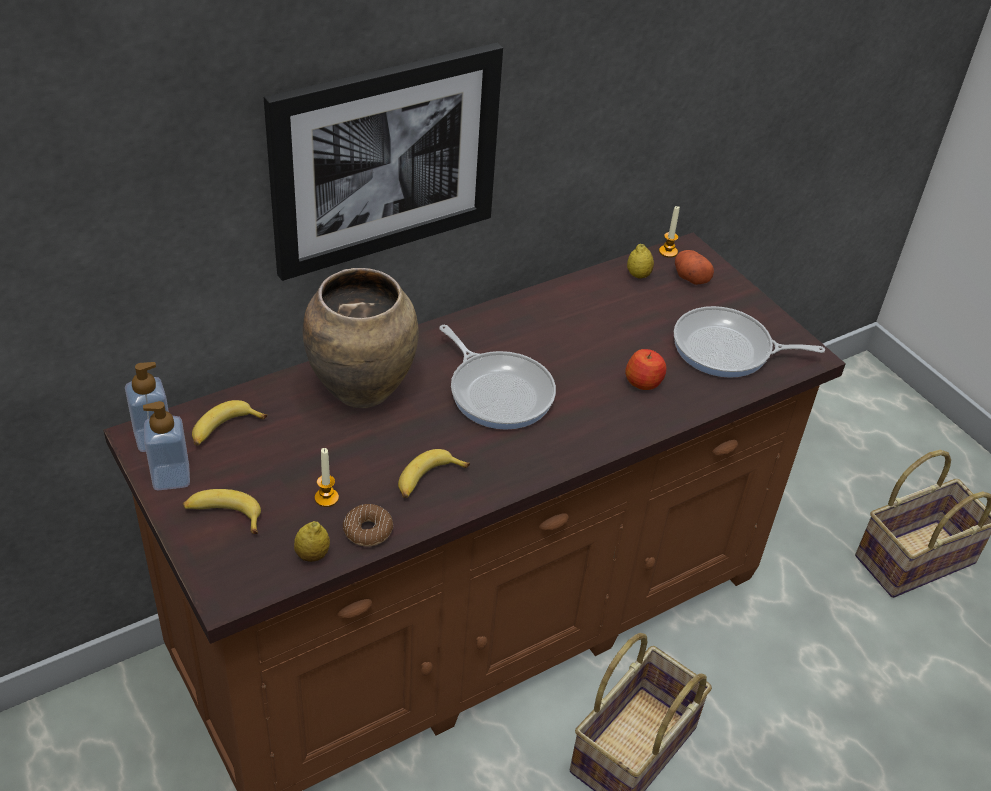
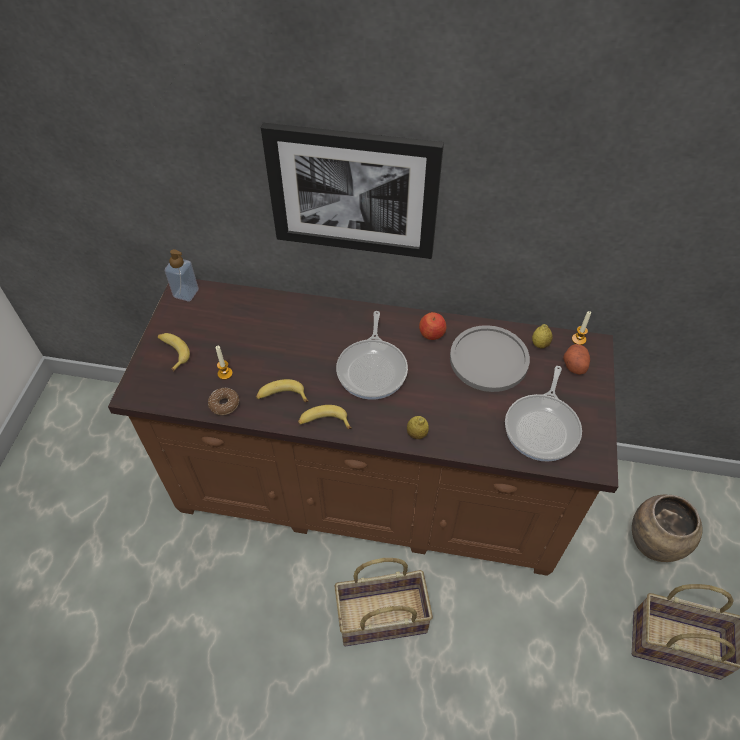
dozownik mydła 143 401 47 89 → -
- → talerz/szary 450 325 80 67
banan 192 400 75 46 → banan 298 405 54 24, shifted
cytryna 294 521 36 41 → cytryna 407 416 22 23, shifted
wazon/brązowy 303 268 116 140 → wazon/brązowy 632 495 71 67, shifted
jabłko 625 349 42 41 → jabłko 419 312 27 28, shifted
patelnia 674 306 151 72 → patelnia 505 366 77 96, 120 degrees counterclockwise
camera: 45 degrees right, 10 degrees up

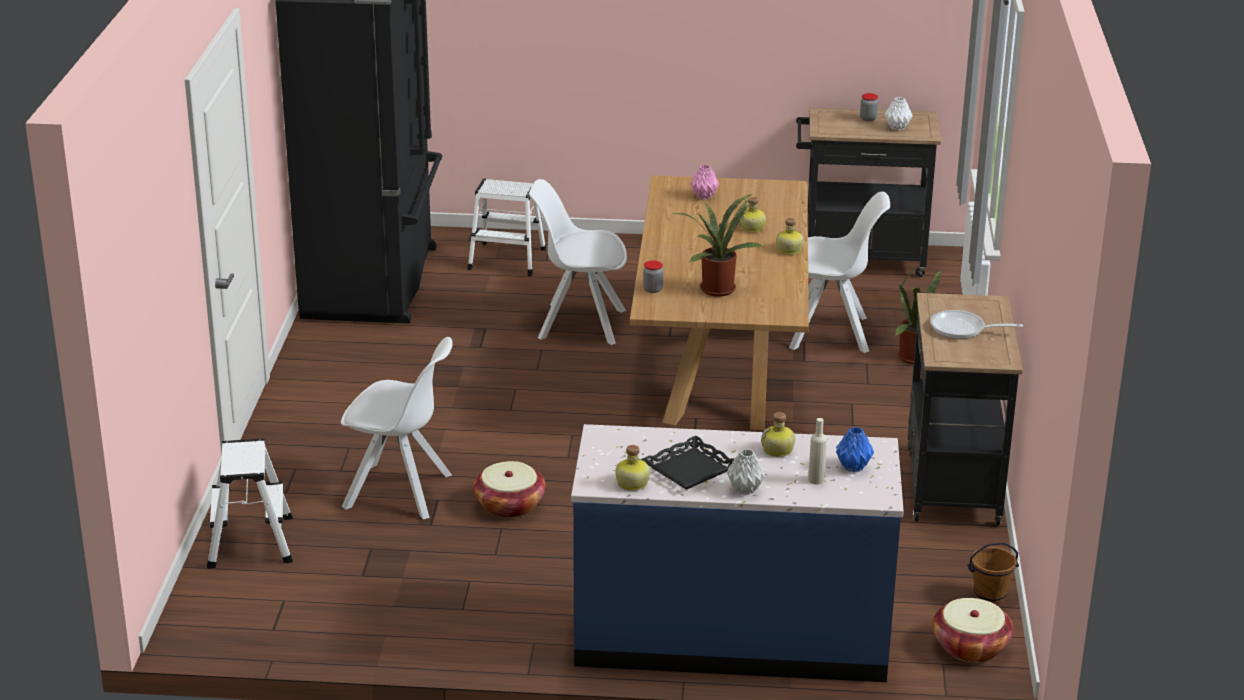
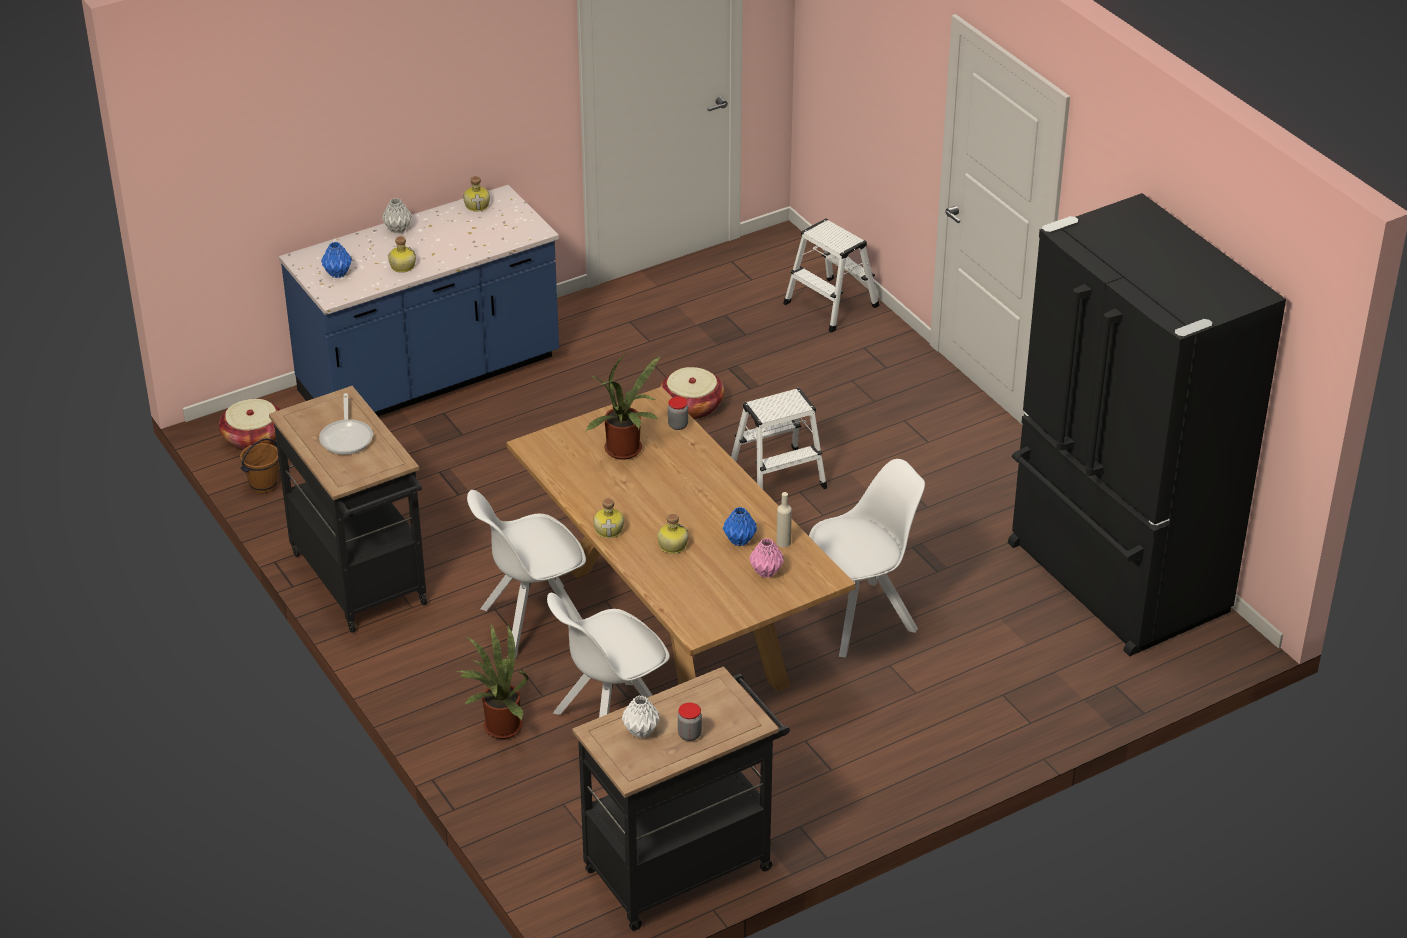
taca/czarny 642 436 92 54 → -
- → wazon/niebieski 723 507 34 39
krzesło/biały 341 337 112 182 → krzesło/biały 467 490 119 169, shifted
drabinka/biały 467 178 79 98 → drabinka/biały 731 388 96 101, shifted
butelka/beżowy 808 418 19 66 → butelka/beżowy 776 492 16 56, shifted
patelnia 930 310 93 29 → patelnia 319 393 54 62, 105 degrees clockwise
camera: 145 degrees right, 10 degrees up

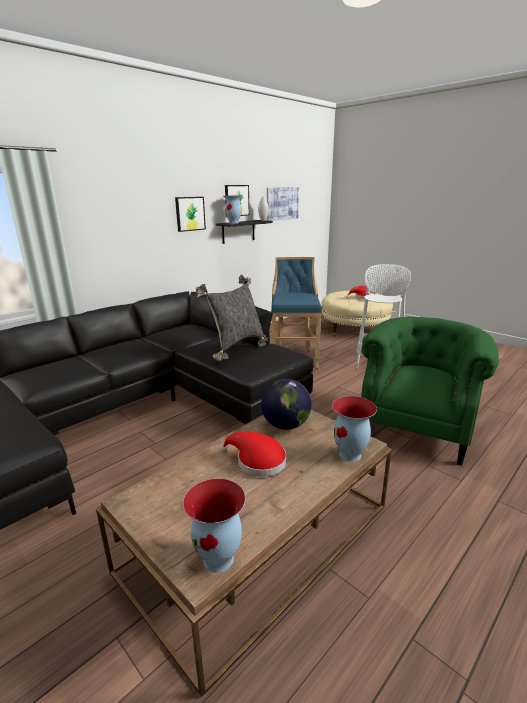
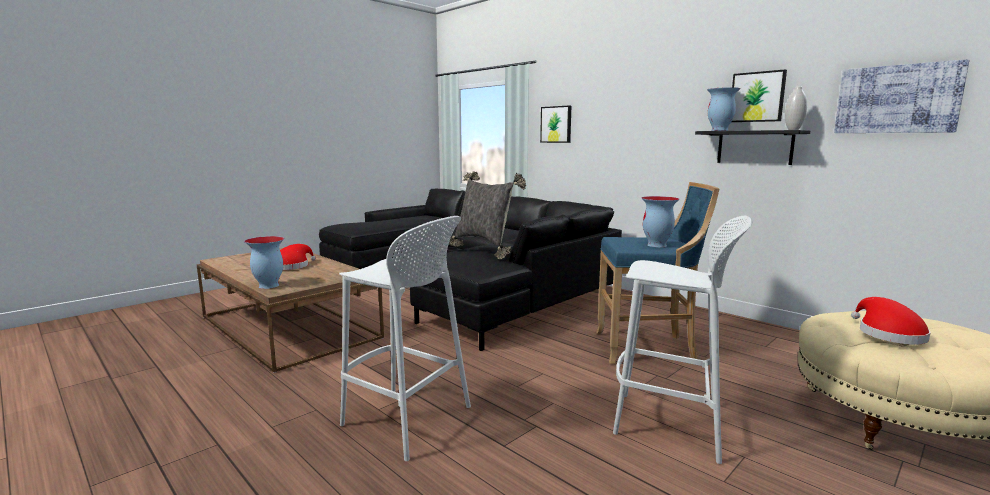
globus 261 379 51 51 → -
obraz 175 197 31 35 → obraz 540 106 31 37, shifted
wazon 183 479 62 94 → wazon 642 196 38 51, shifted
fotel/zielony 361 317 138 149 → stołek/biały 339 216 132 245
camera: 90 degrees right, 10 degrees down

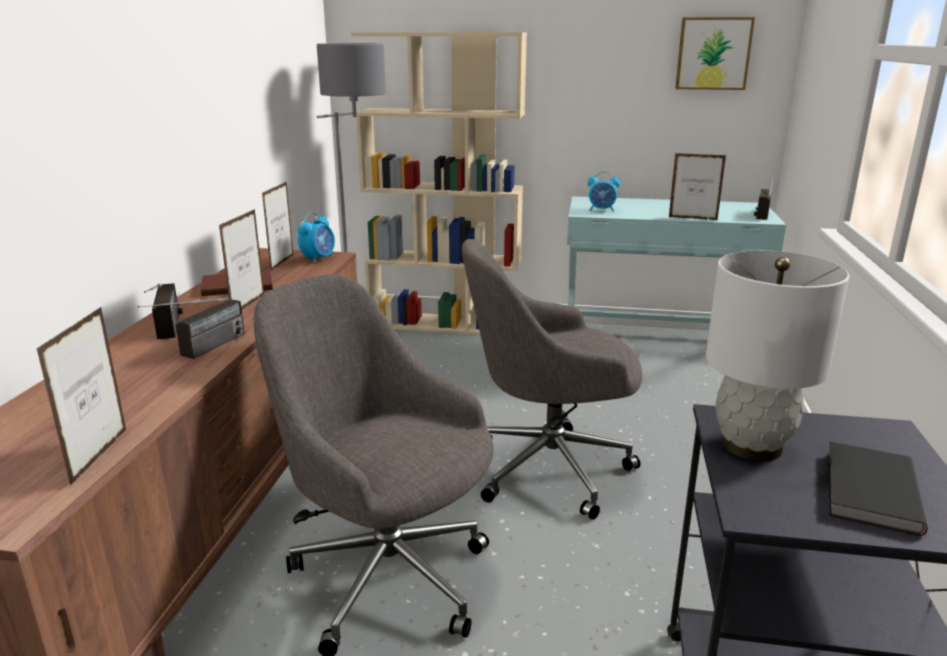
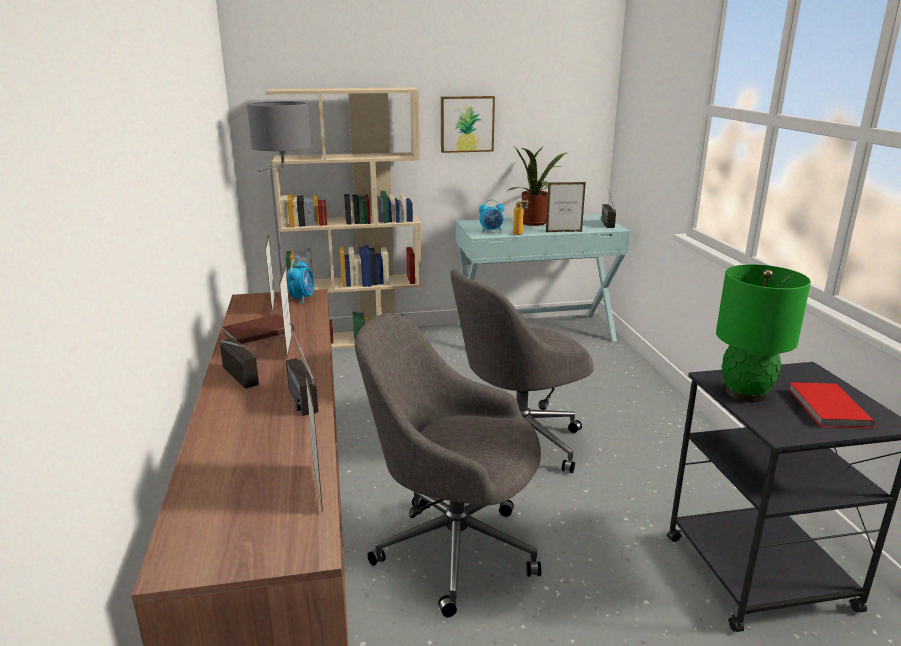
- → roślina doniczkowa 507 147 59 79
- → butelka 513 196 16 39
obraz 675 17 80 73 → obraz 441 96 54 57, shifted
lampa stołowa/biały 706 251 143 210 → lampa stołowa/zielony 716 265 95 137
książka/czarny 827 442 101 94 → książka/czerwony 789 382 86 46
radio 137 298 108 61 → radio 286 323 32 93, 150 degrees clockwise
camera: 20 degrees left, 0 degrees up

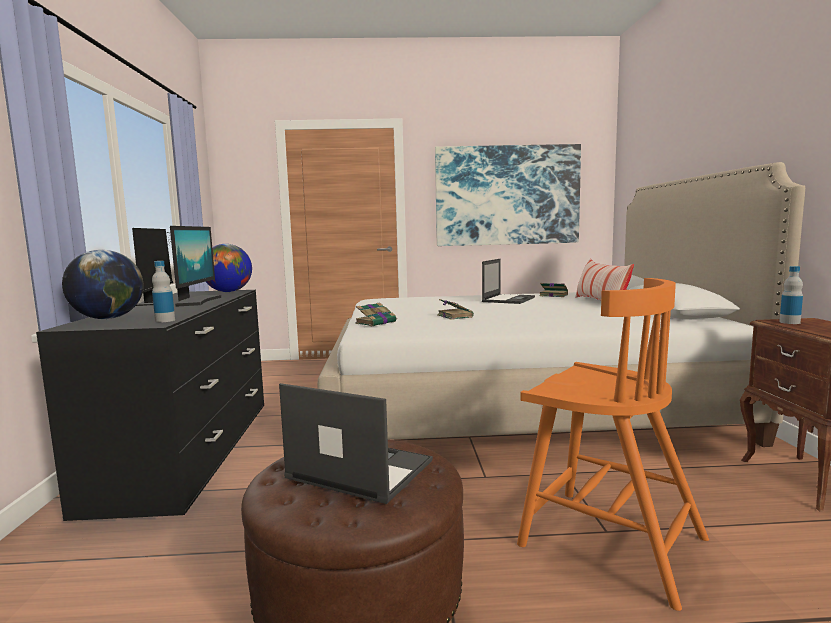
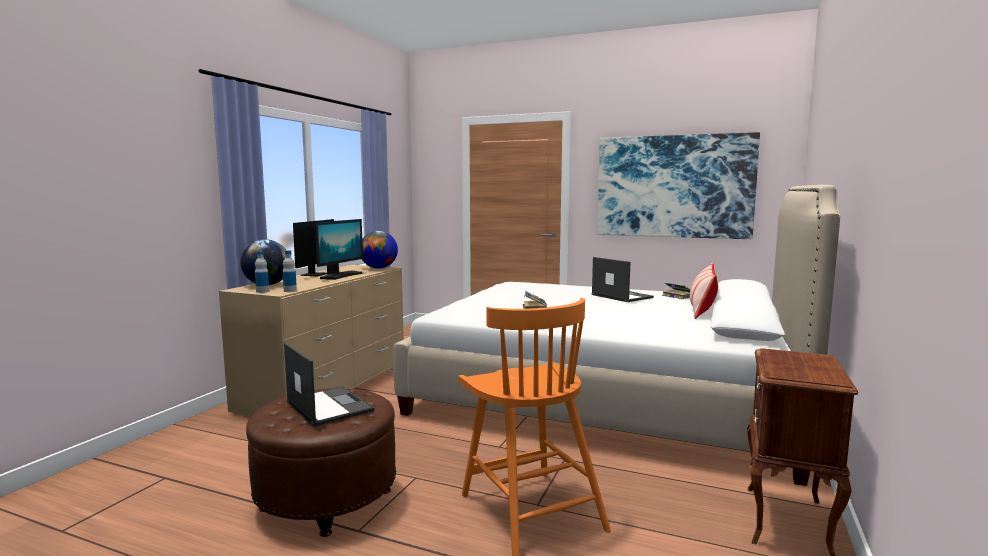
książka 355 303 41 23 → -
butelka 779 266 24 58 → butelka 255 251 14 42, shifted
komoda/czarny 36 290 228 231 → komoda/beżowy 219 265 185 151
laptop 482 259 53 45 → laptop 592 257 62 45, 90 degrees counterclockwise
camera: 25 degrees right, 0 degrees up

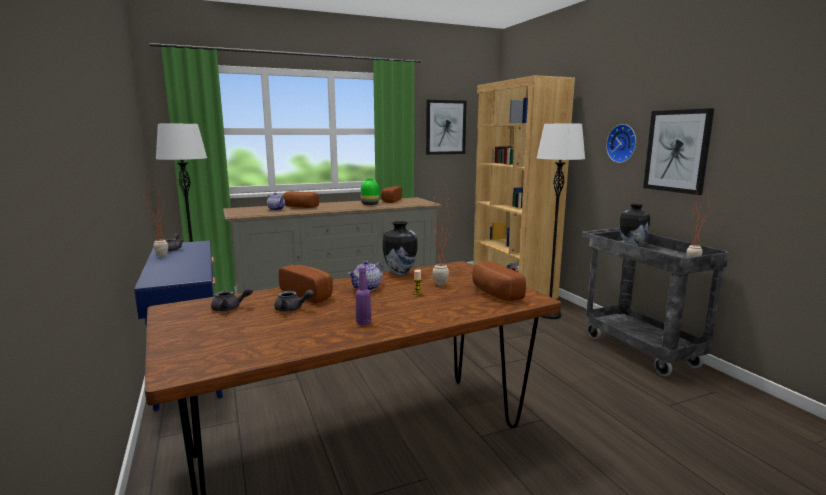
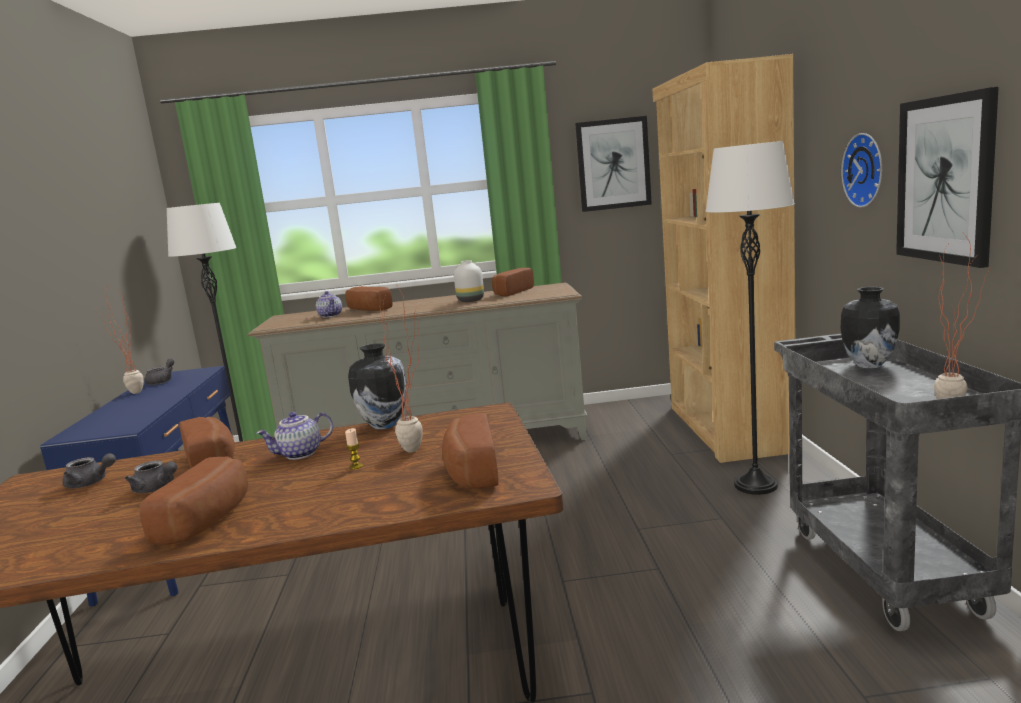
butelka/fioletowy 355 267 16 58 → chleb 139 457 109 88
wazon/zielony 361 179 18 26 → wazon/biały 454 260 30 42
camera: 20 degrees right, 0 degrees up

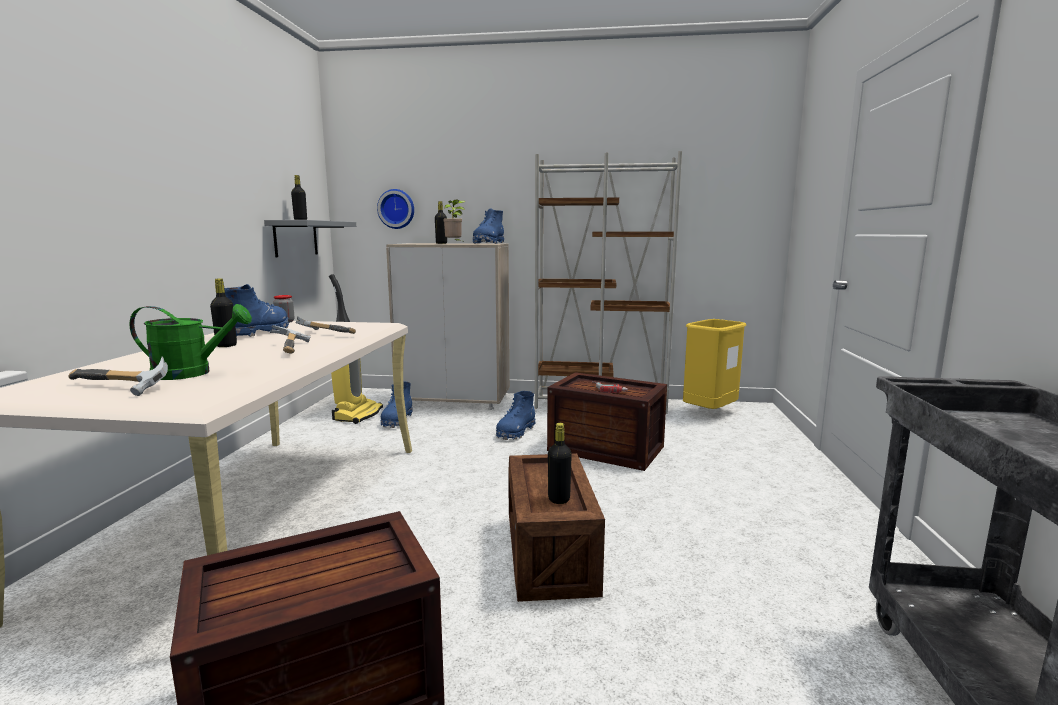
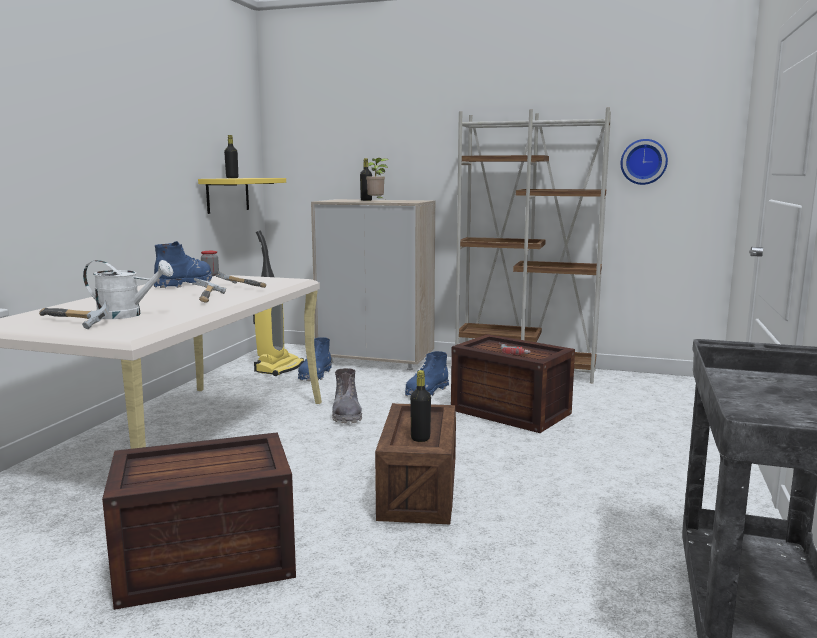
butelka/czarny 210 278 27 69 → -
but z cholewką/niebieski 473 208 31 36 → -
kosz na śmieci/żółty 683 319 63 90 → -
- → but z cholewką/szary 332 368 30 55
zegar ścienny 377 189 37 40 → zegar ścienny 621 139 47 46, shifted
konewka/zielony 130 304 122 76 → konewka/biały 83 260 90 59
półka/szary 264 220 92 37 → półka/żółty 198 178 88 36
camera: 10 degrees right, 0 degrees up

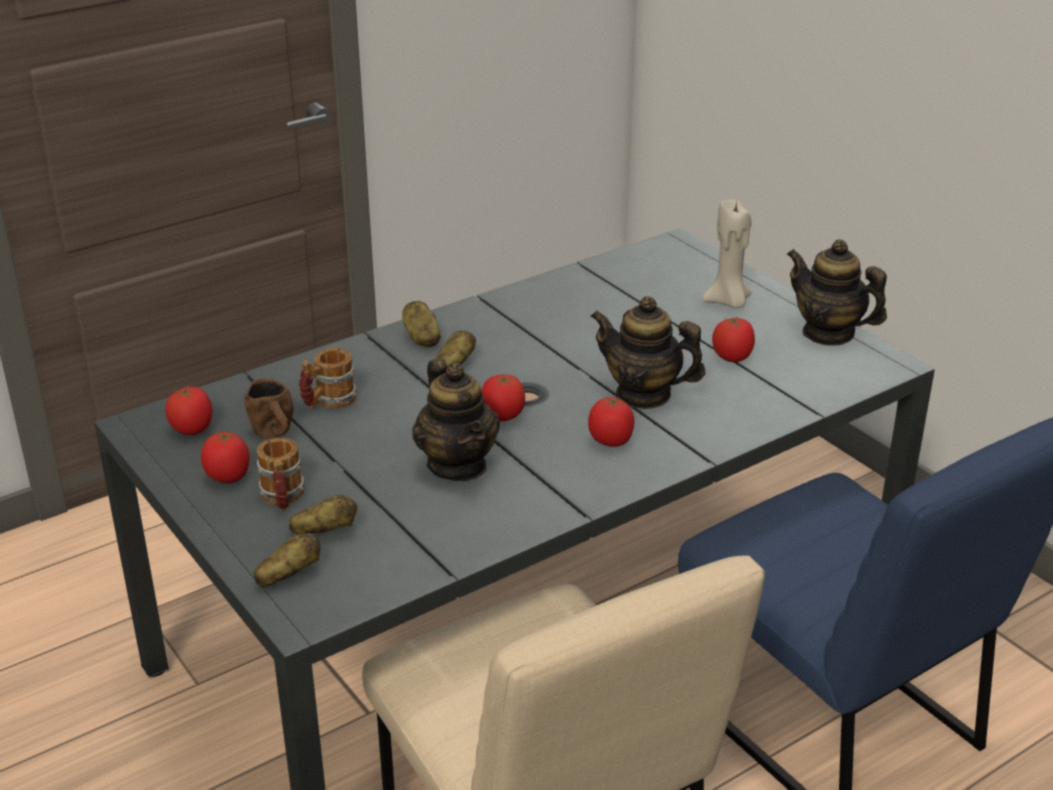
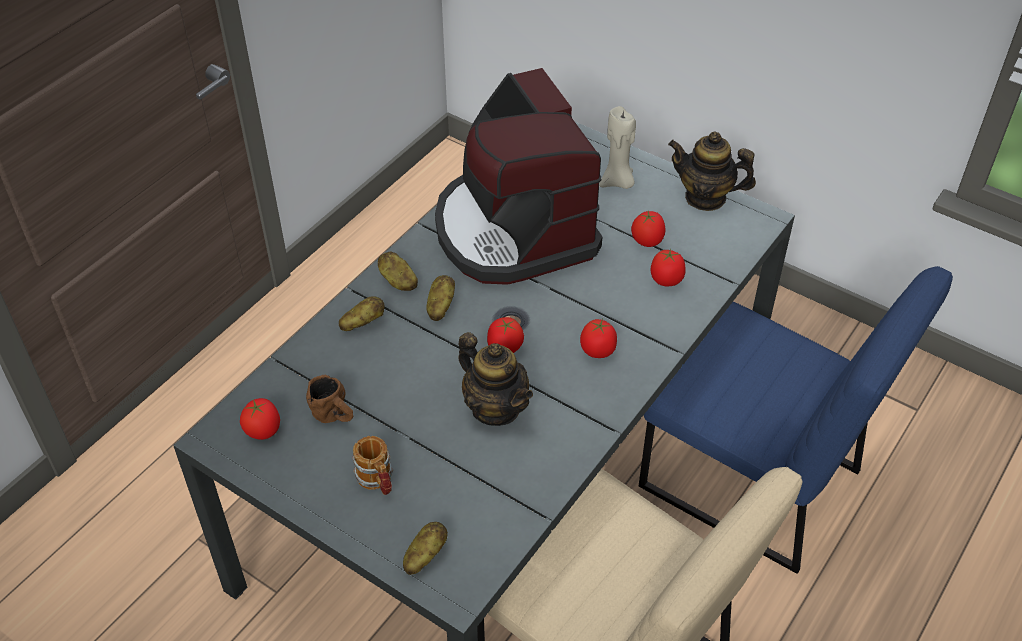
kubek 299 347 57 62 → -
imbryk 590 296 116 113 → -
- → ekspres do kawy 435 68 168 217
pomidor 201 431 49 52 → pomidor 651 248 35 38, shifted
ziemniak 289 495 68 39 → ziemniak 339 296 46 35, shifted
camera: 20 degrees left, 15 degrees up

